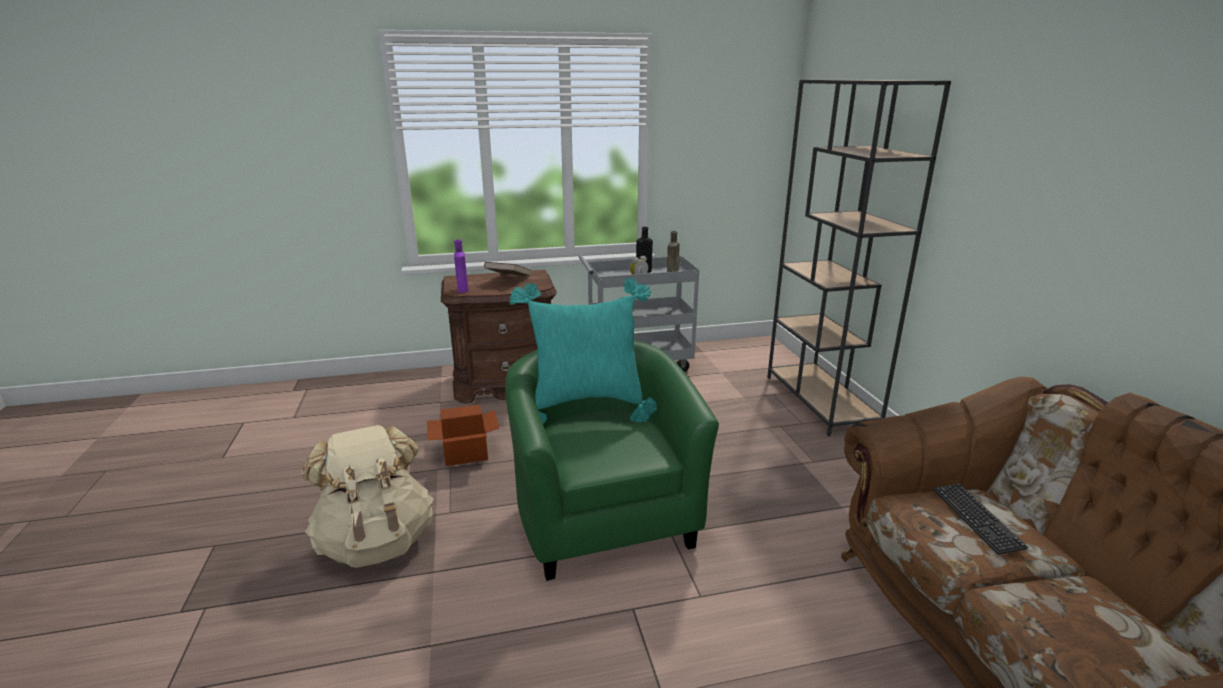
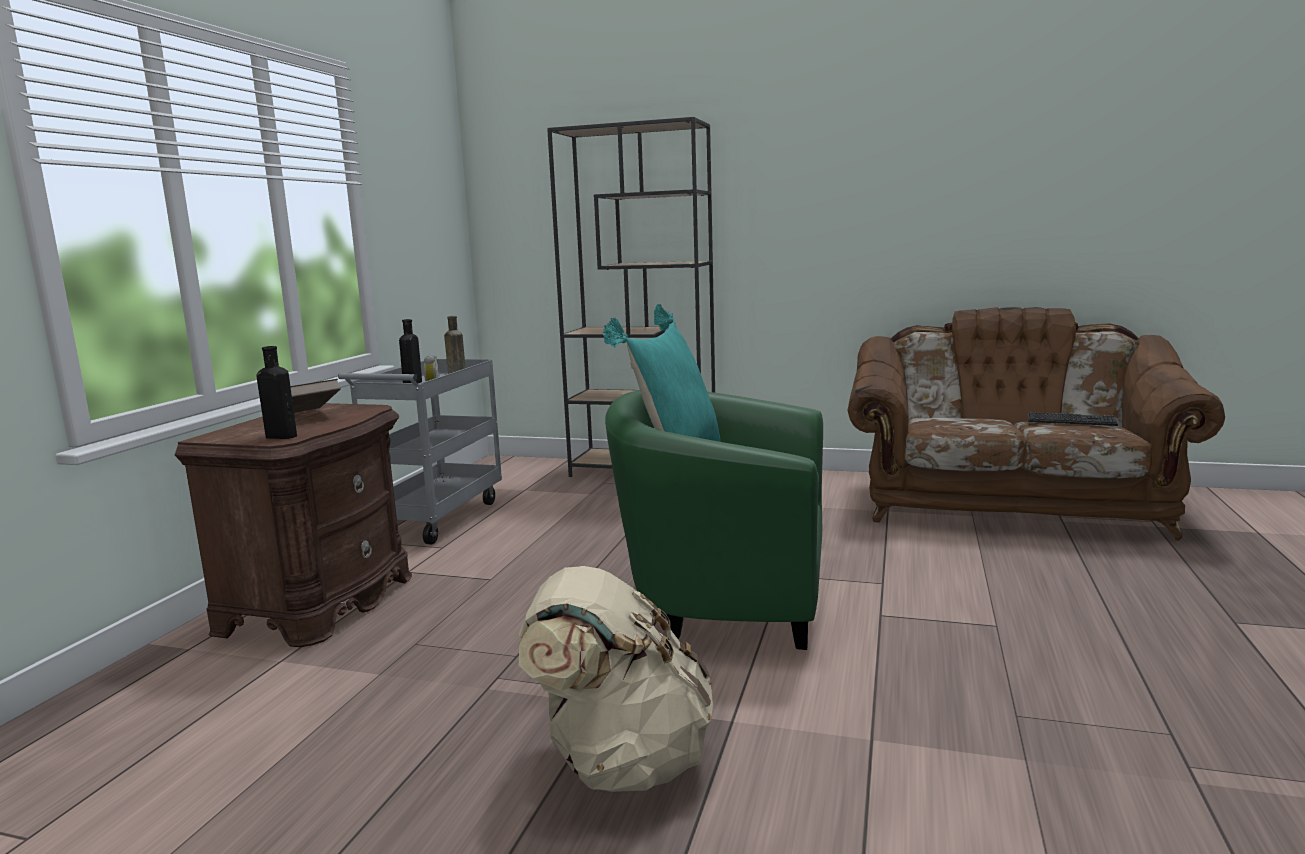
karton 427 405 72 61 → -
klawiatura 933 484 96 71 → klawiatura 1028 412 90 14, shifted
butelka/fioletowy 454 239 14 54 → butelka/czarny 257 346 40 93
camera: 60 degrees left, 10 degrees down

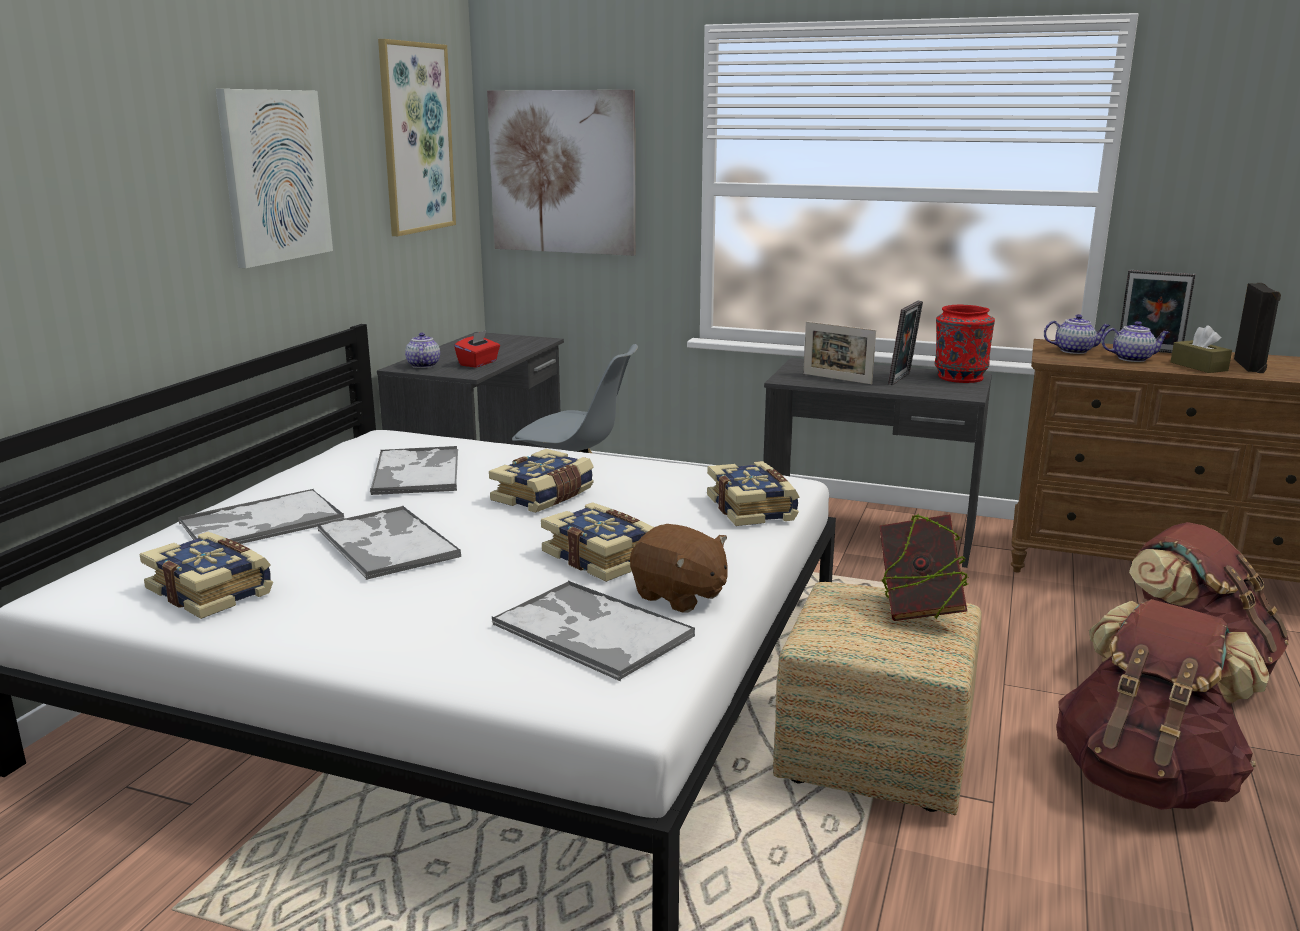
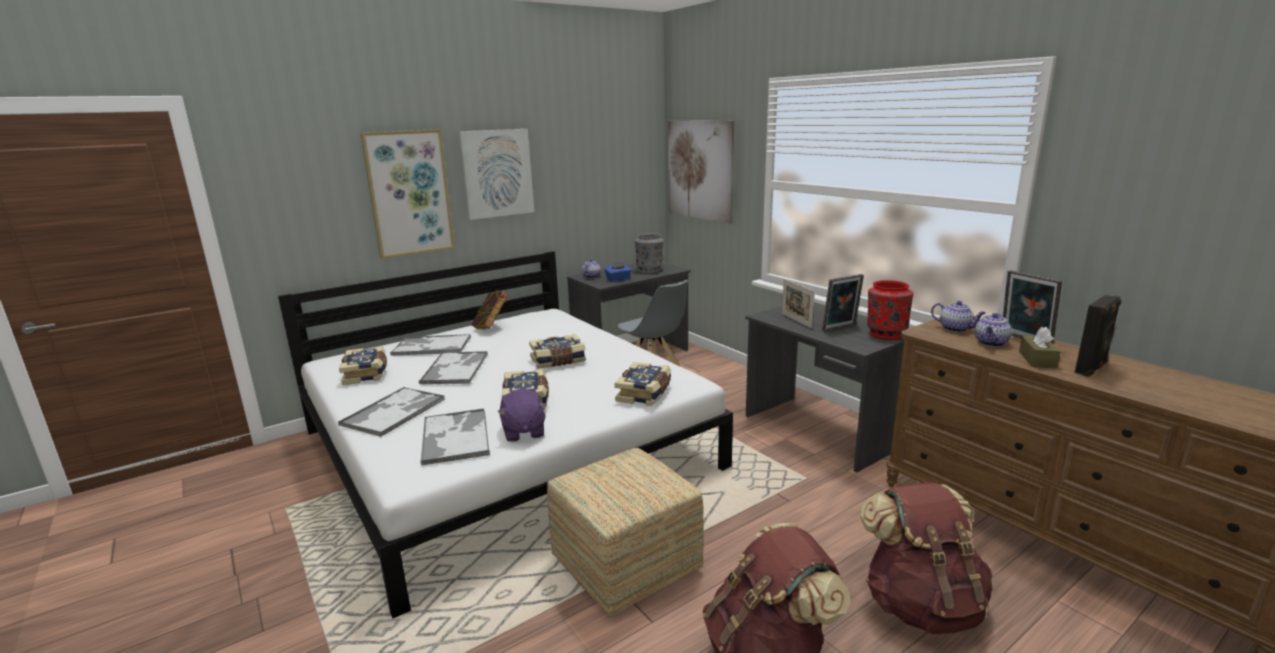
- → wazon/szary 635 233 29 40
taca 370 446 88 49 → taca 338 387 107 50, shifted
obraz 378 39 78 197 → obraz 360 129 95 130, shifted
książka 880 514 88 107 → książka 471 291 37 39, shifted
pudełko chusteczek/czerwony 454 330 46 38 → pudełko chusteczek/niebieski 604 261 28 21
pluszak/brązowy 630 524 98 89 → pluszak/fioletowy 498 389 49 53
imbryk 1101 321 69 41 → imbryk 975 313 37 34, 90 degrees clockwise
camera: 35 degrees right, 0 degrees up

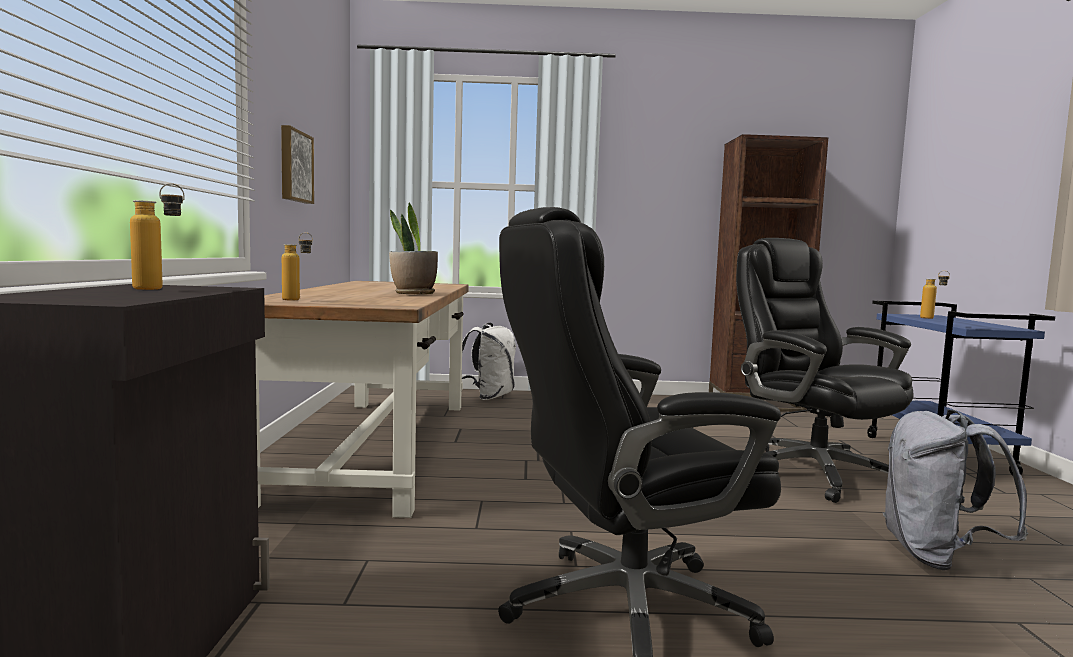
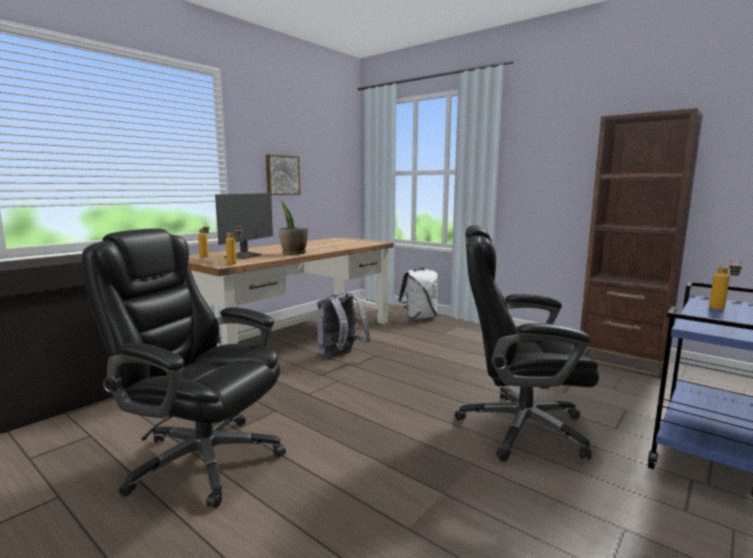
- → monitor 215 193 58 66
butelka 130 183 54 107 → butelka 226 226 16 38, shifted
plecak/szary 883 409 145 161 → plecak/szary 317 292 54 66, shifted
krzesło biurowe/czarny 736 238 178 265 → krzesło biurowe/czarny 455 225 144 236, 90 degrees counterclockwise
camera: 40 degrees right, 5 degrees up

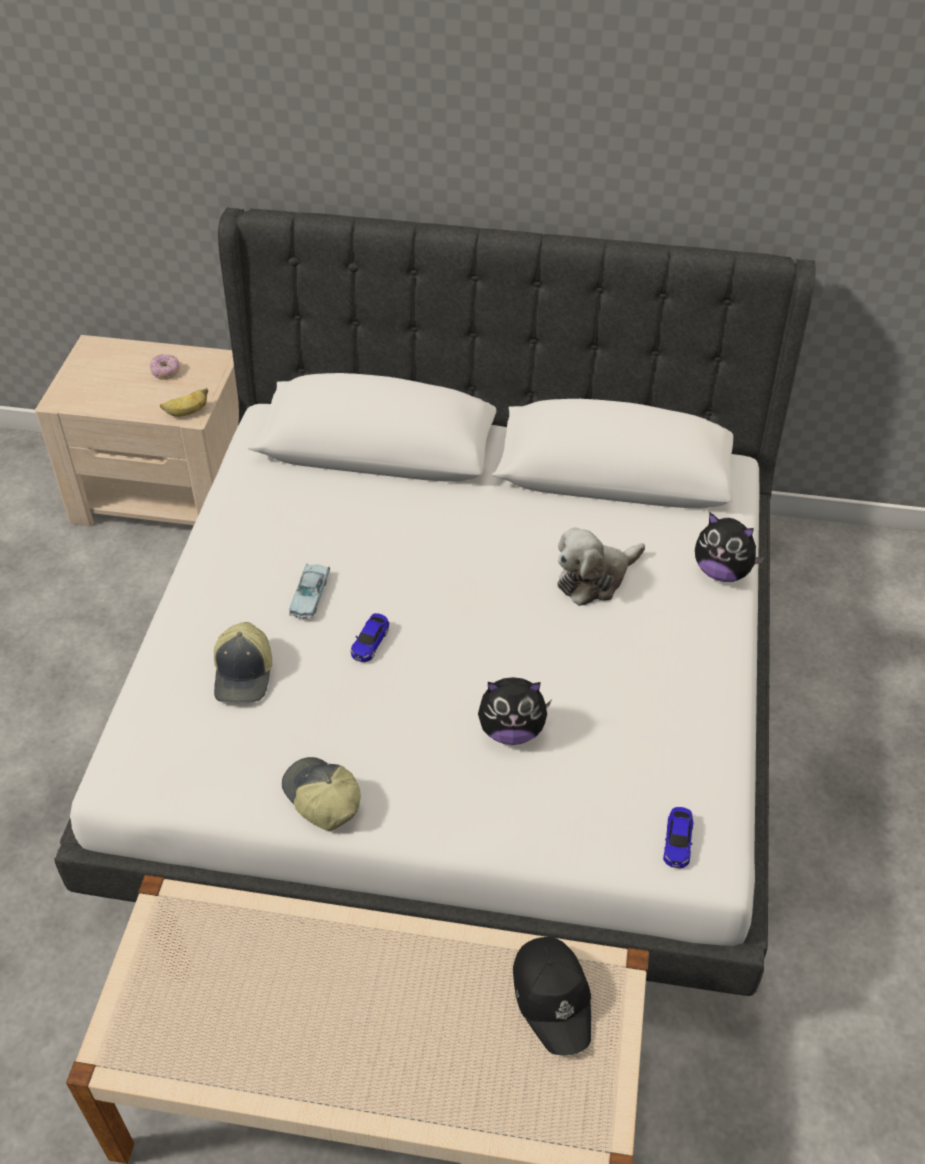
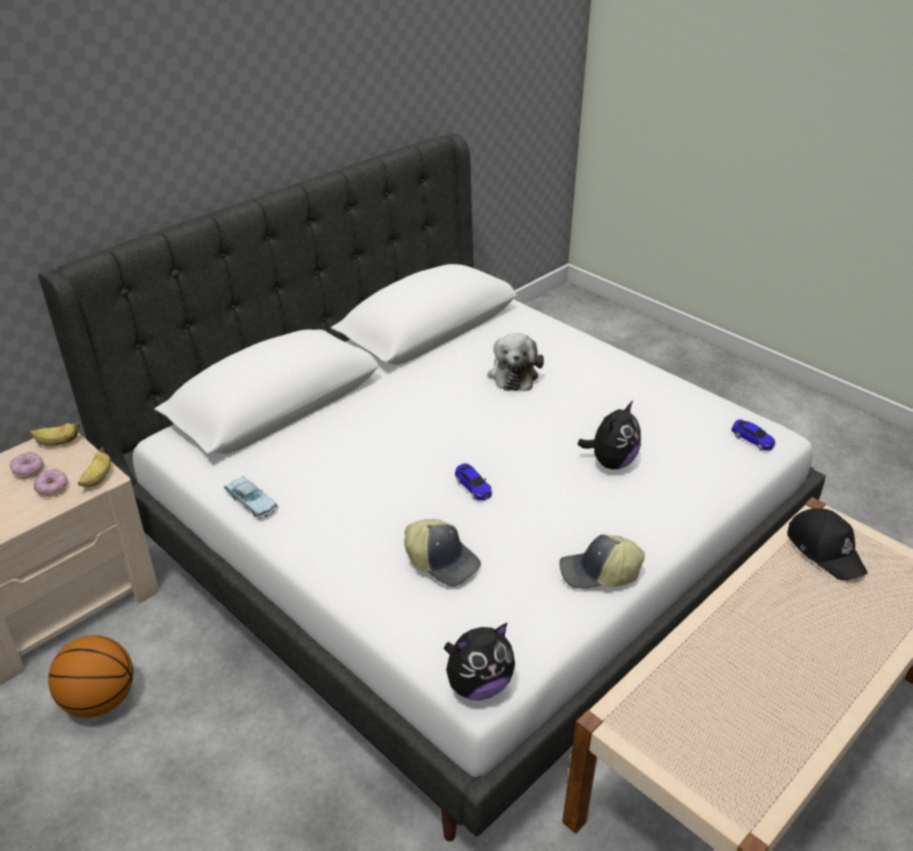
- → banan 30 423 50 23
- → donut 34 469 34 28
- → piłka do koszykówki 48 635 85 83
samochodzik/niebieski 289 564 41 55 → samochodzik/niebieski 224 476 54 42, shifted
pluszak 695 513 70 69 → pluszak 444 623 71 77, shifted
czapka z daszkiem/czarny 513 937 78 119 → czapka z daszkiem/czarny 787 508 81 73, 45 degrees clockwise
camera: 55 degrees left, 10 degrees down

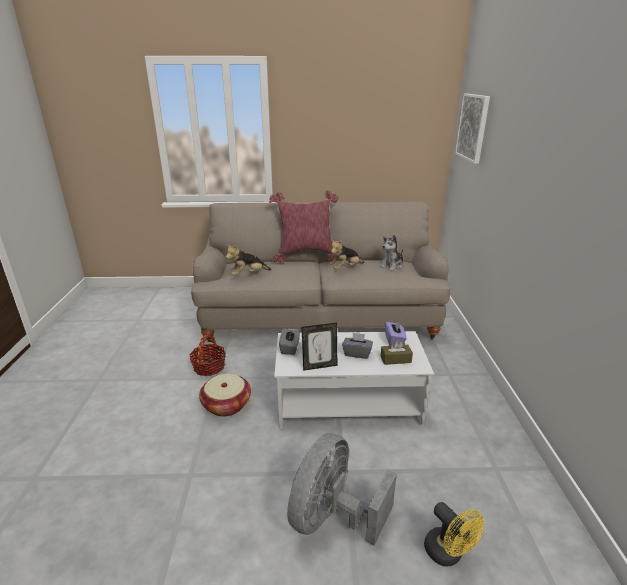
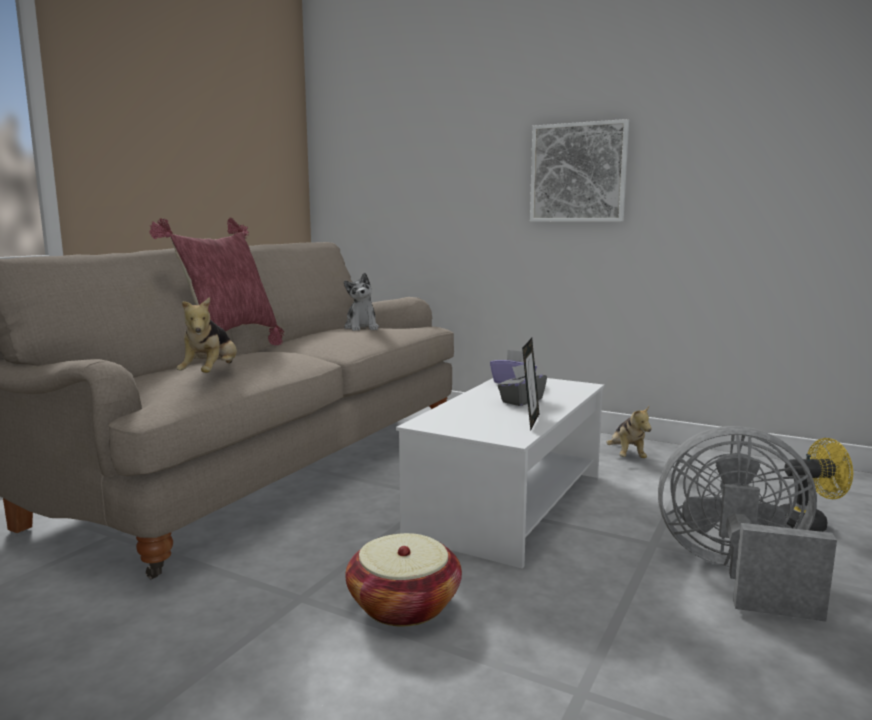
koszyk 190 334 36 42 → -
pudełko chusteczek/szary 279 327 21 28 → -
pudełko chusteczek/brązowy 381 340 32 25 → -
pluszak 329 240 35 30 → pluszak 606 406 46 52, shifted
obraz 455 94 35 70 → obraz 530 119 99 103, shifted
wentylator/szary 287 433 110 112 → wentylator/szary 658 426 179 196, 135 degrees clockwise
camera: 60 degrees left, 15 degrees down

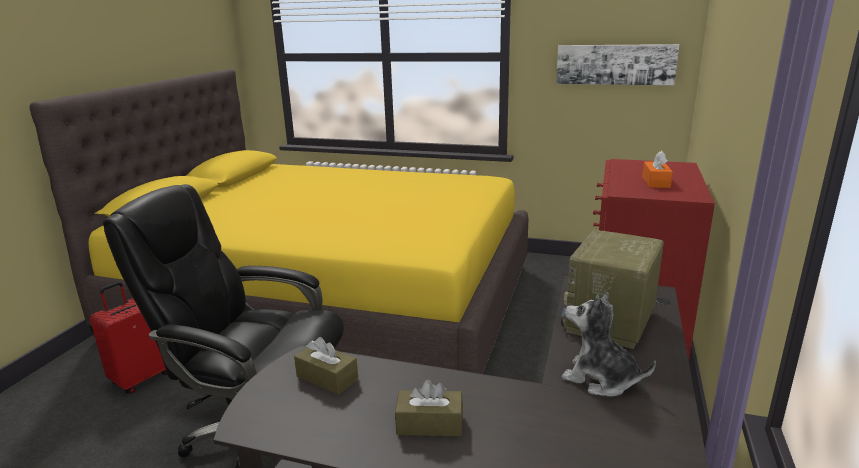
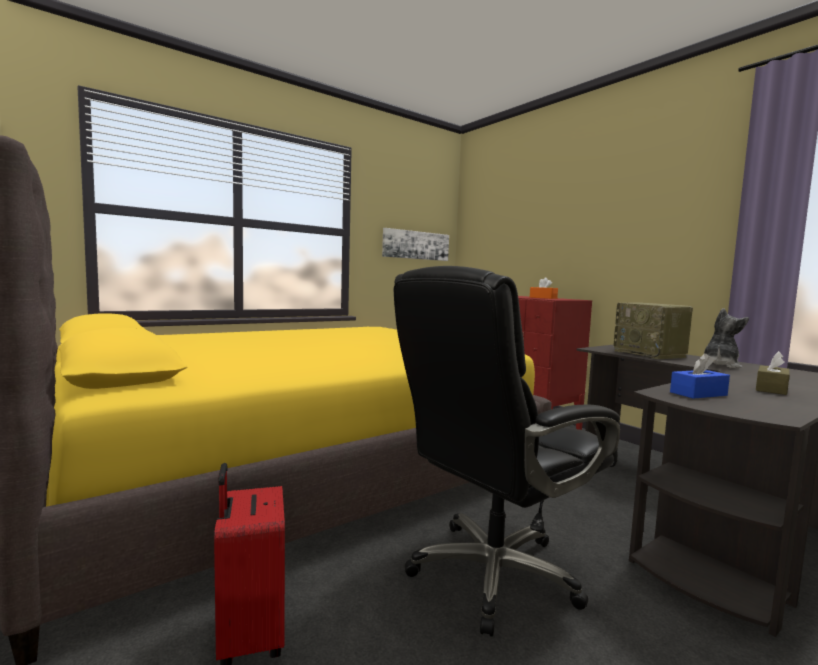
pudełko chusteczek/brązowy 294 337 64 58 → pudełko chusteczek/niebieski 670 353 60 46
pluszak 562 292 94 105 → pluszak 704 308 45 60, 150 degrees clockwise
camera: 55 degrees left, 15 degrees down

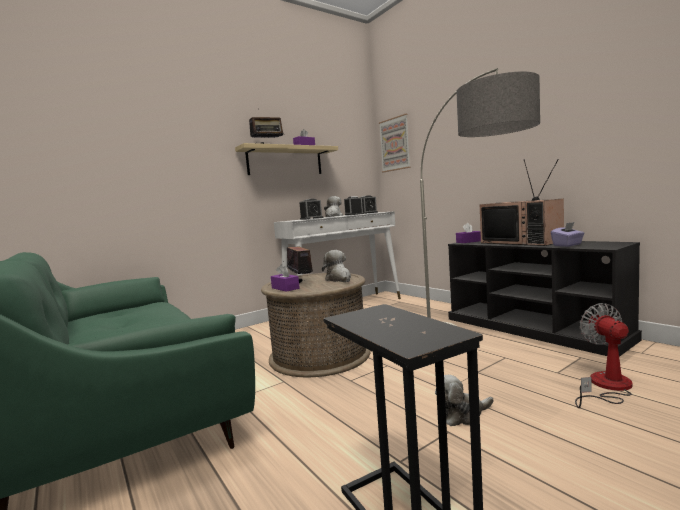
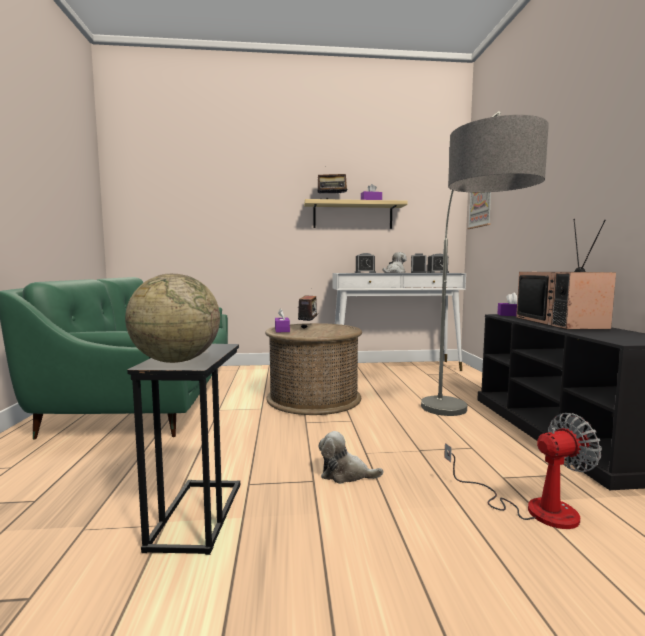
pluszak 322 250 29 32 → -
pudełko chusteczek/fioletowy 551 222 33 25 → -
- → globus 125 274 95 89
wentylator 575 303 57 105 → wentylator 444 413 158 116, 45 degrees clockwise
camera: 30 degrees right, 0 degrees up

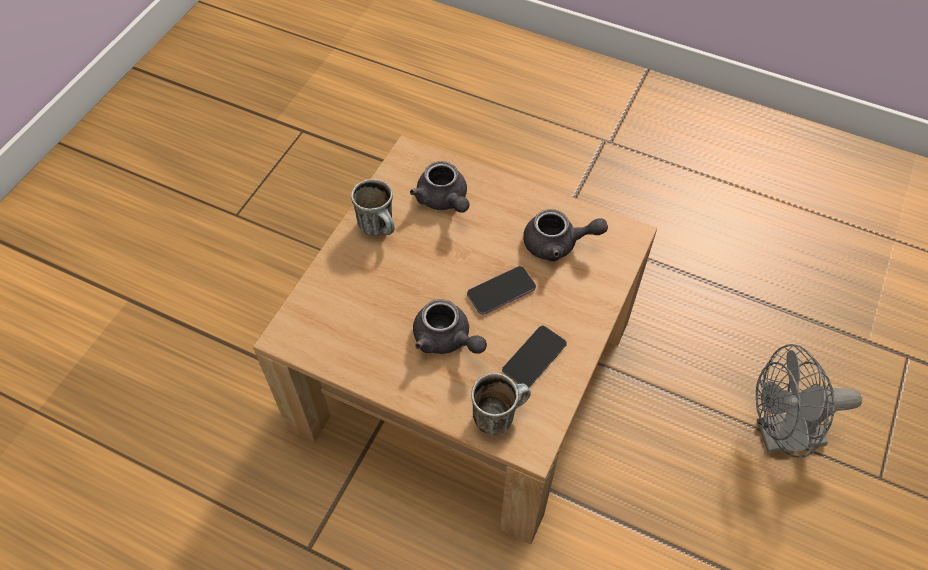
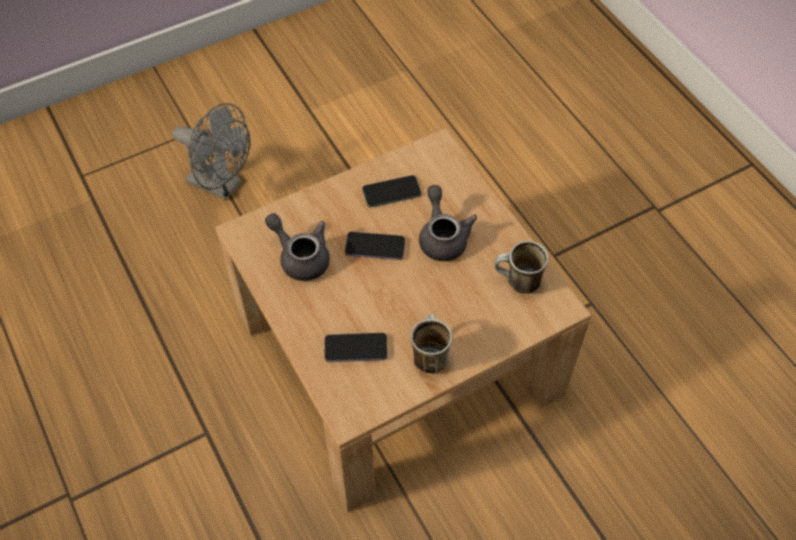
kubek 471 373 60 62 → kubek 494 241 54 53, shifted
imbryk/szary 410 161 59 52 → telefon 324 333 64 29
camera: 145 degrees left, 0 degrees up

